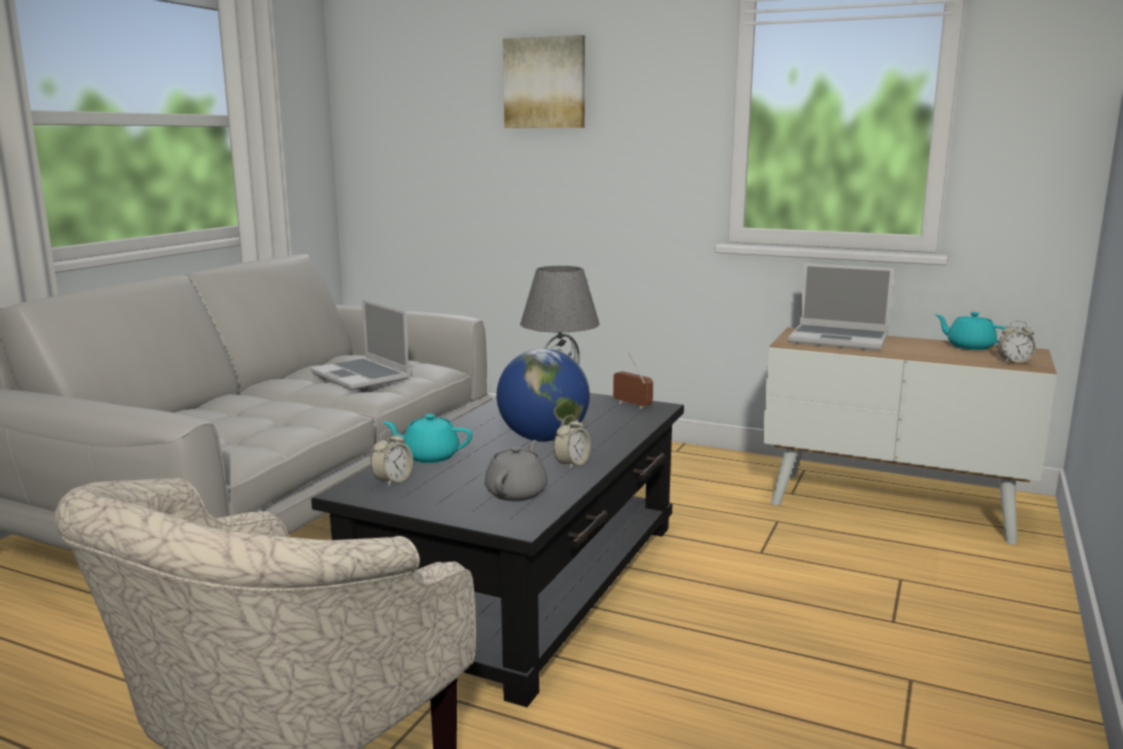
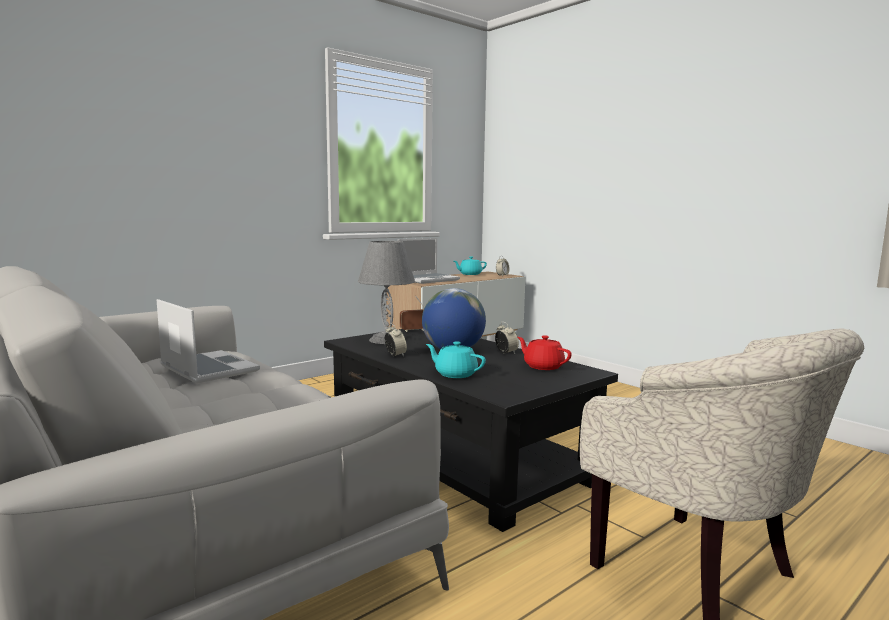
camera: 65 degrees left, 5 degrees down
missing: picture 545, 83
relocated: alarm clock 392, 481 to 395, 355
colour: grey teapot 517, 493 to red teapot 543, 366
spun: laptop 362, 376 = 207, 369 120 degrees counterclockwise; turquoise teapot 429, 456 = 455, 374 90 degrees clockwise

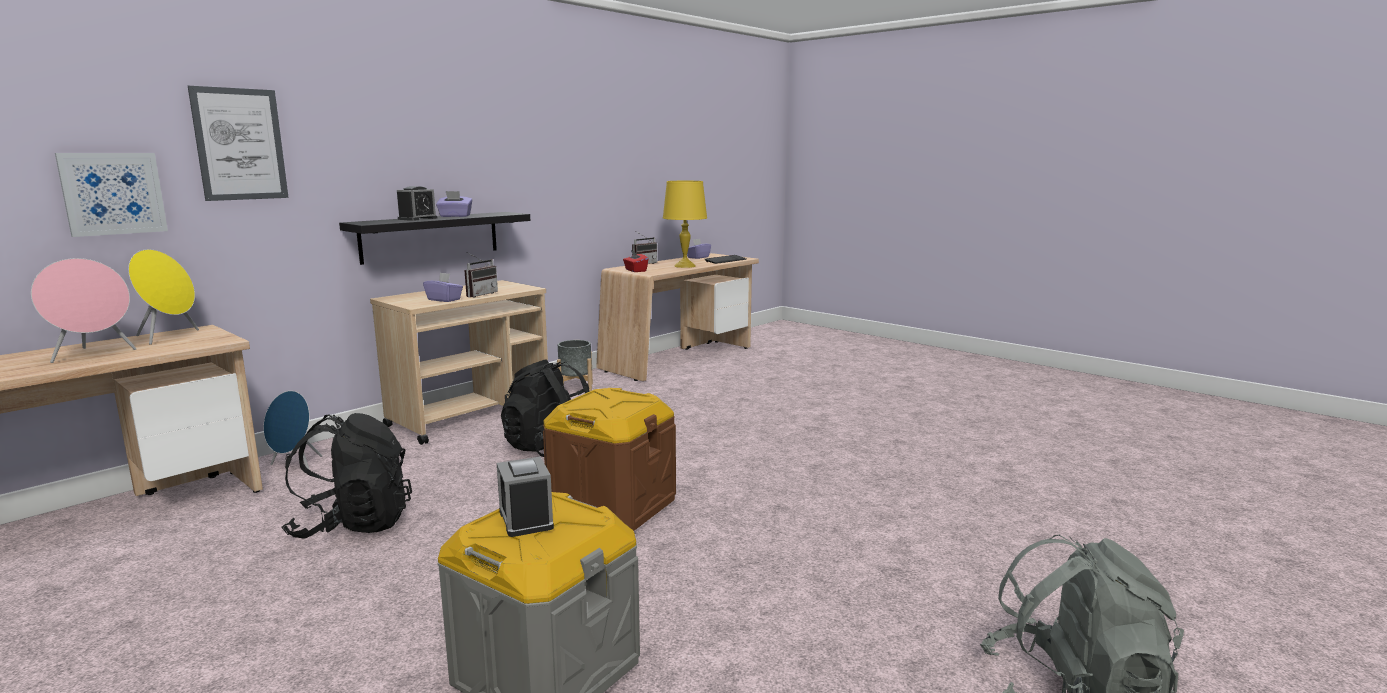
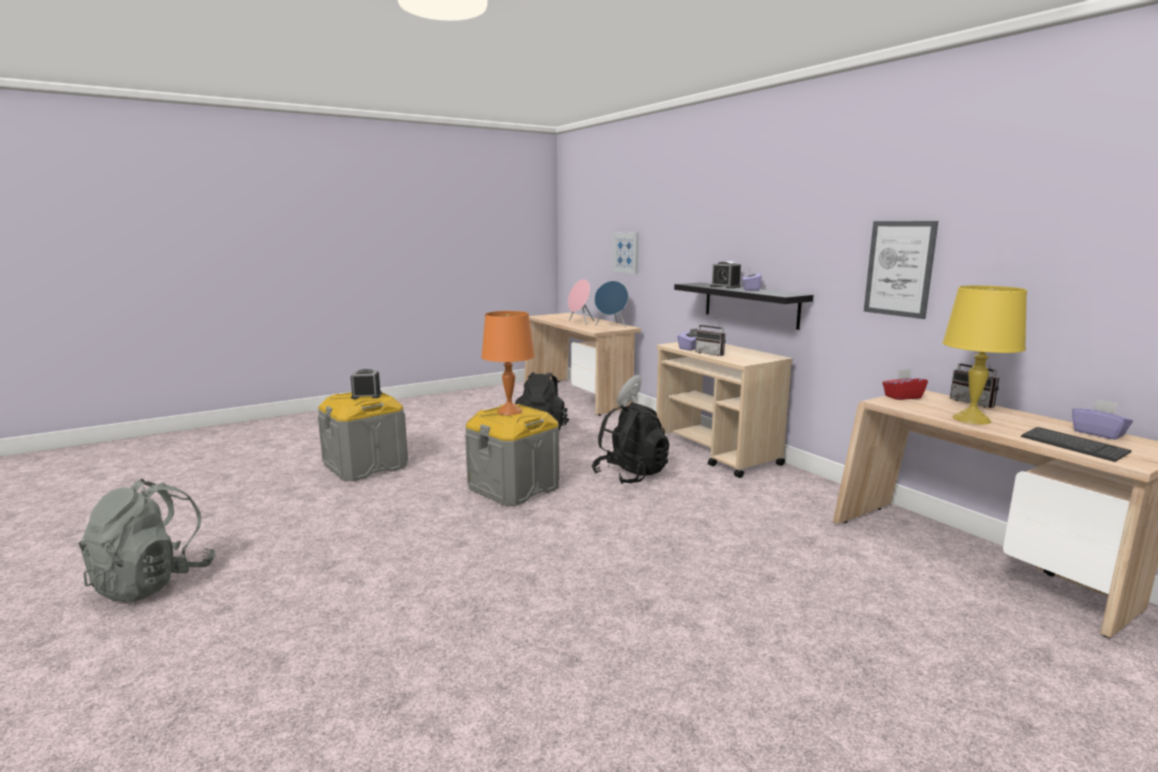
camera: 105 degrees right, 0 degrees up
missing: grey planter 575, 388
appeared: orange table lamp 510, 411
relocated: picture 240, 144 to 899, 268
colour: yellow speaker 169, 337 to blue speaker 611, 325; brown storage box 611, 506 to grey storage box 514, 488

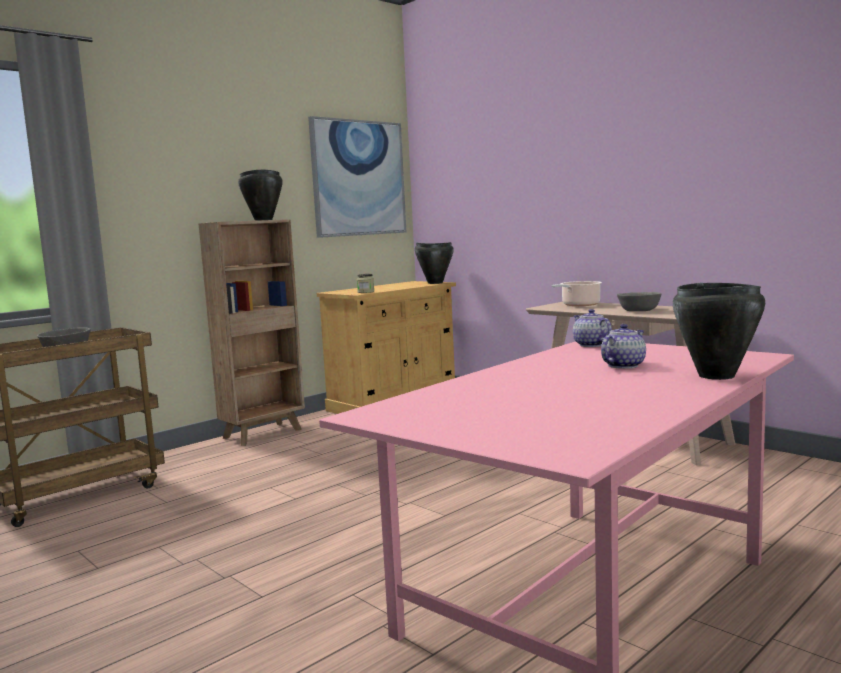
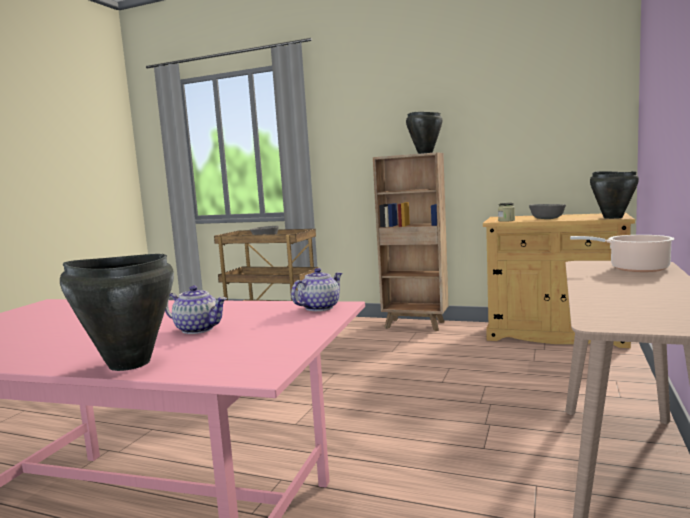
camera: 65 degrees right, 0 degrees up
missing: picture 358, 178
relocated: grey bowl 638, 310 to 547, 218

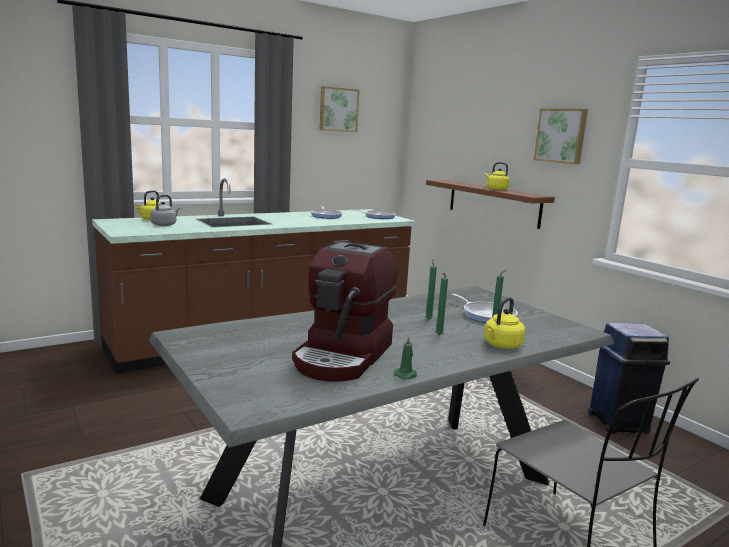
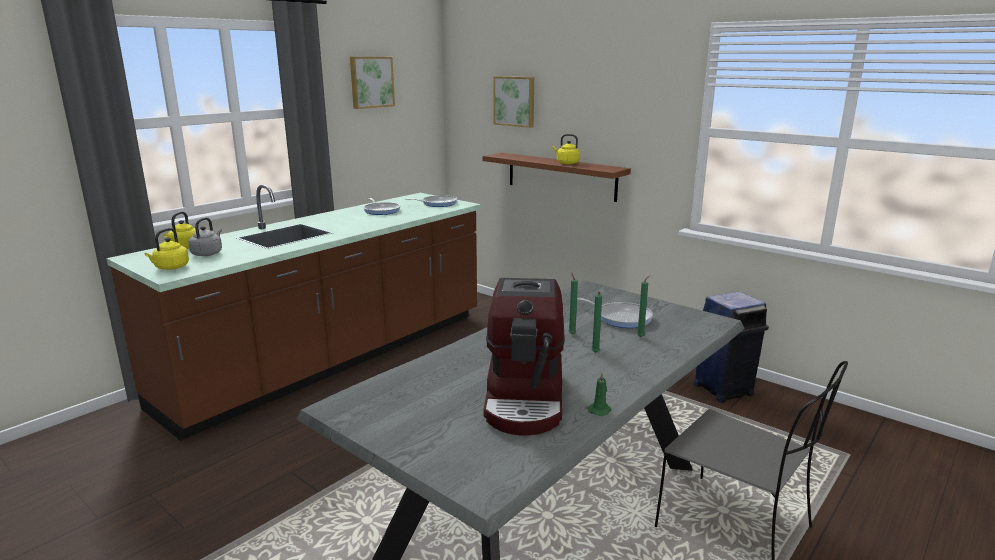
camera: 15 degrees left, 5 degrees up
relocated: yellow kettle 501, 345 to 170, 268; picture 561, 135 to 515, 101

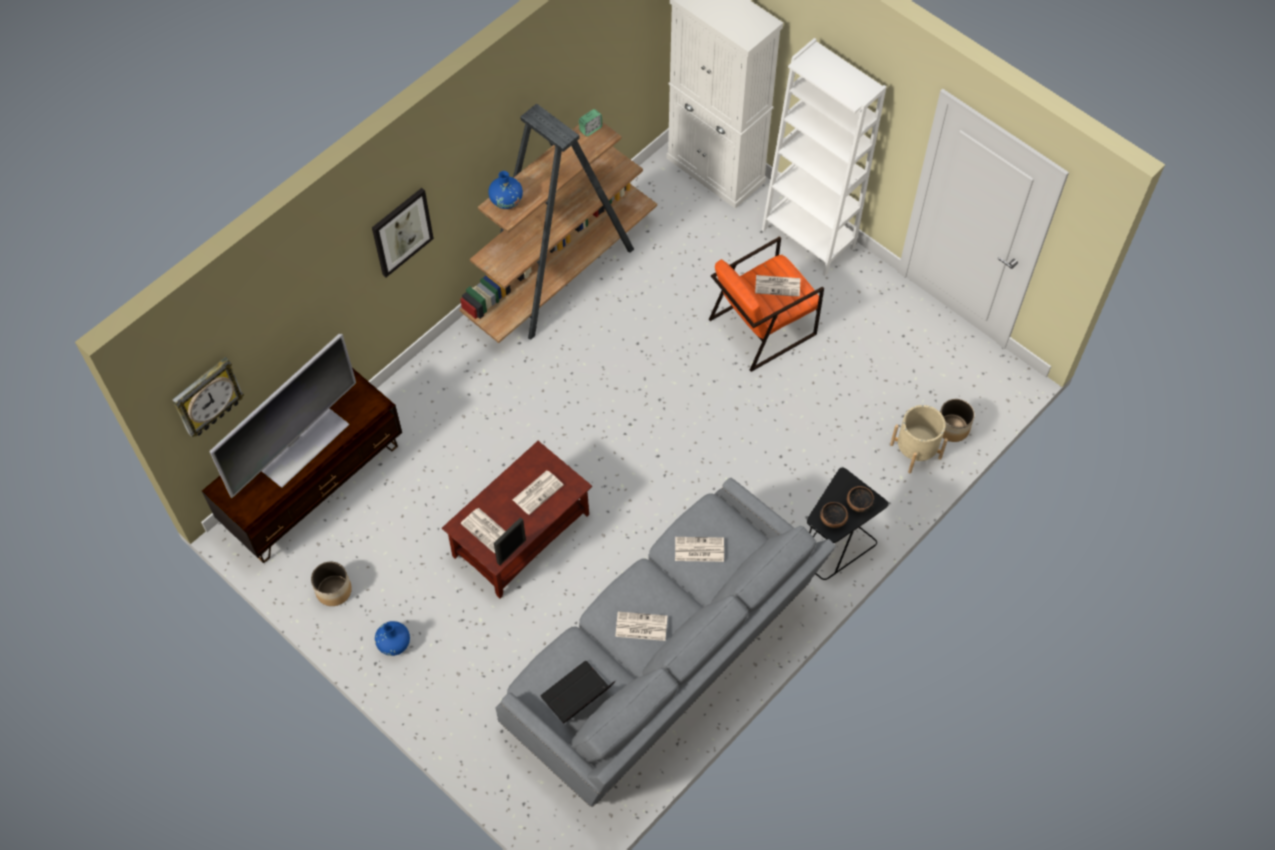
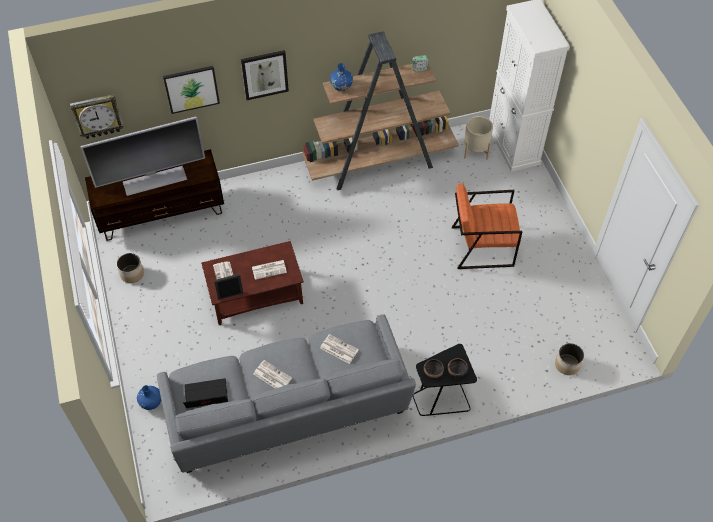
camera: 30 degrees right, 5 degrees down
missing: newspaper 778, 285; white bookcase 808, 238
appeared: picture 191, 89
relocated: blue vase 394, 644 to 151, 402; beige planter 915, 451 to 476, 150

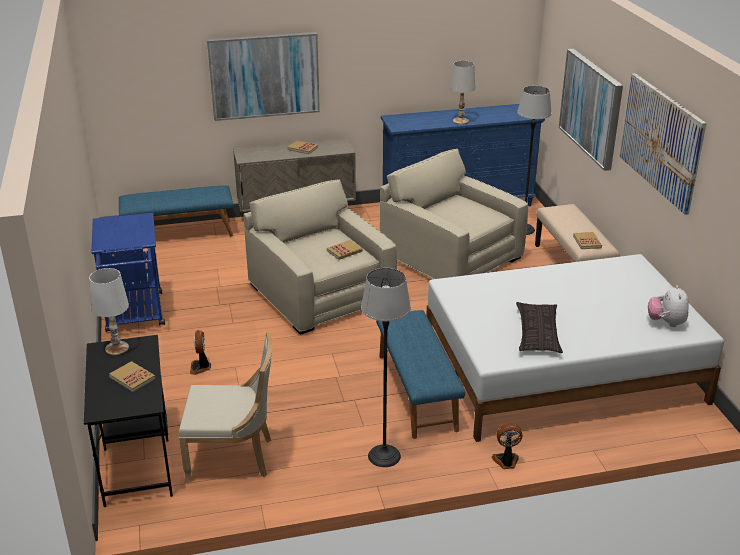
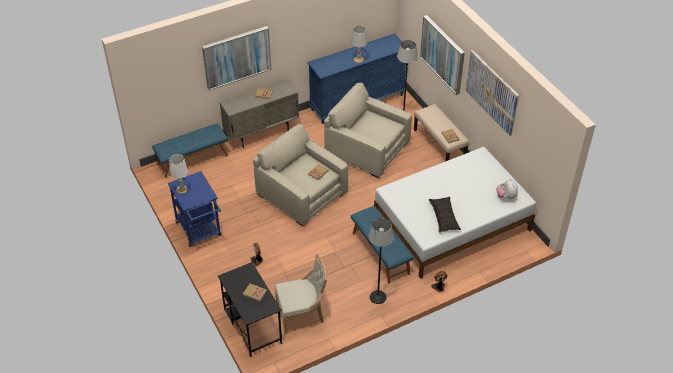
camera: 15 degrees left, 15 degrees up
relocated: white table lamp 117, 348 to 182, 189

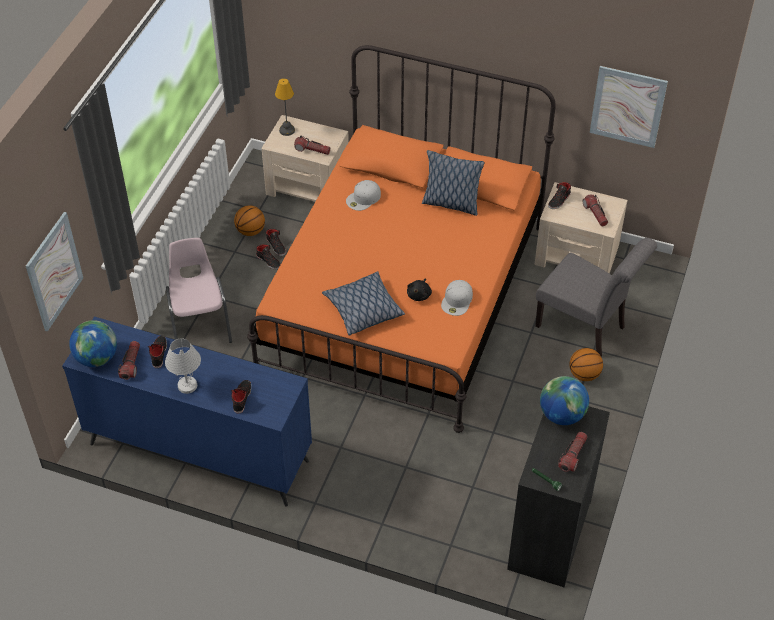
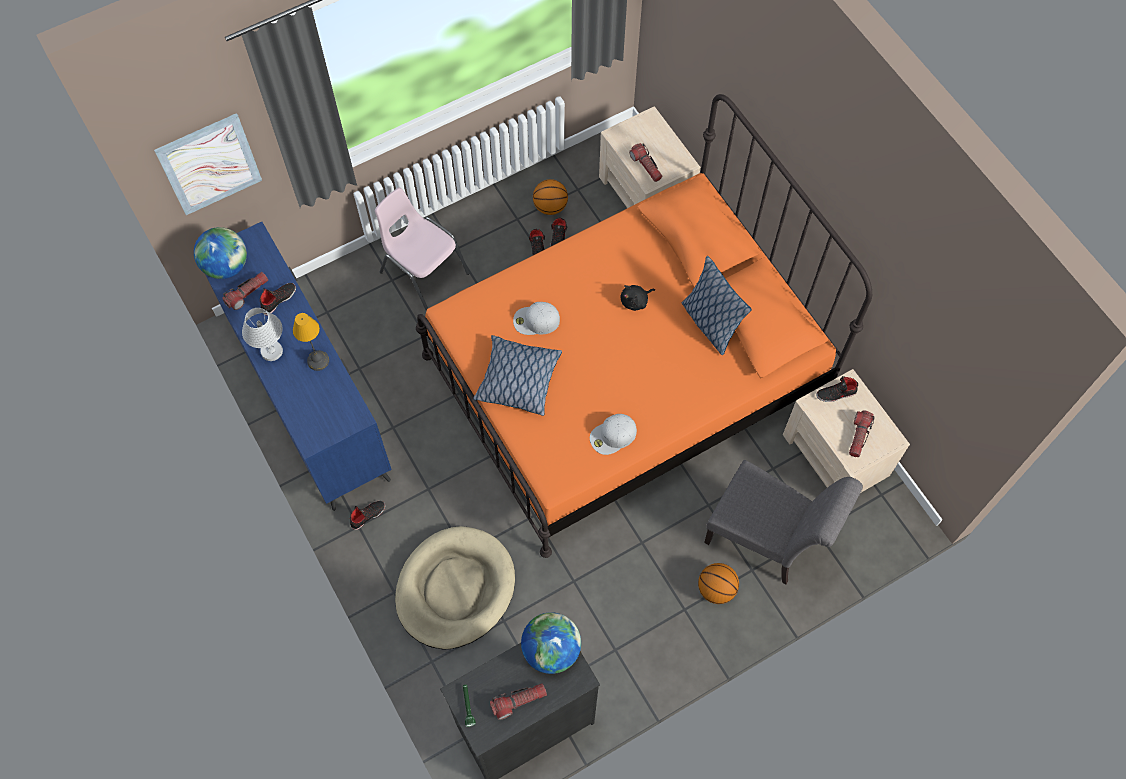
camera: 40 degrees right, 15 degrees up
missing: picture 627, 106
appeared: beige dog bed 455, 589
relocated: black shoe 241, 398 to 367, 515; table lamp 286, 130 to 318, 360; white cap 363, 198 to 536, 321; black plush toy 419, 295 to 635, 301
spun: pink chair 200, 323 = 423, 272 75 degrees counterclockwise; grey chair 585, 328 = 765, 541 45 degrees counterclockwise

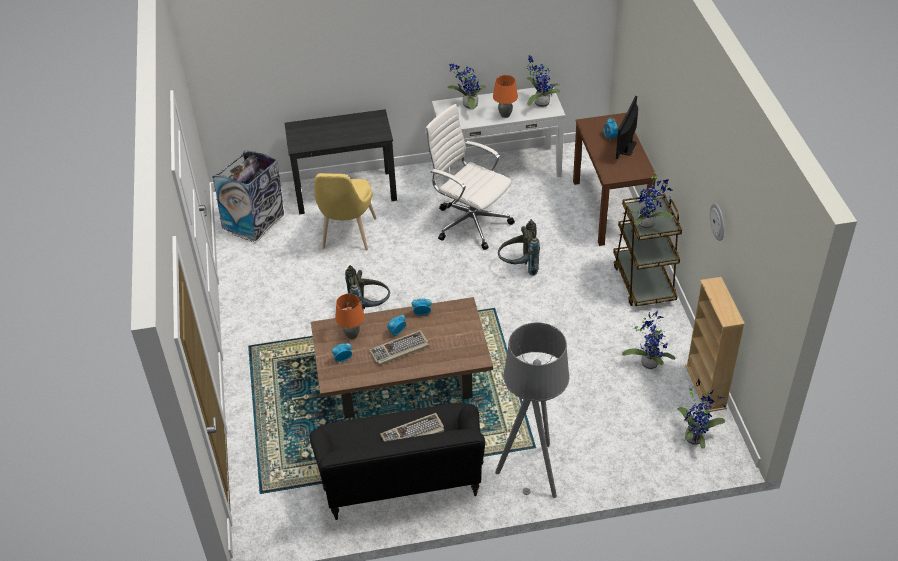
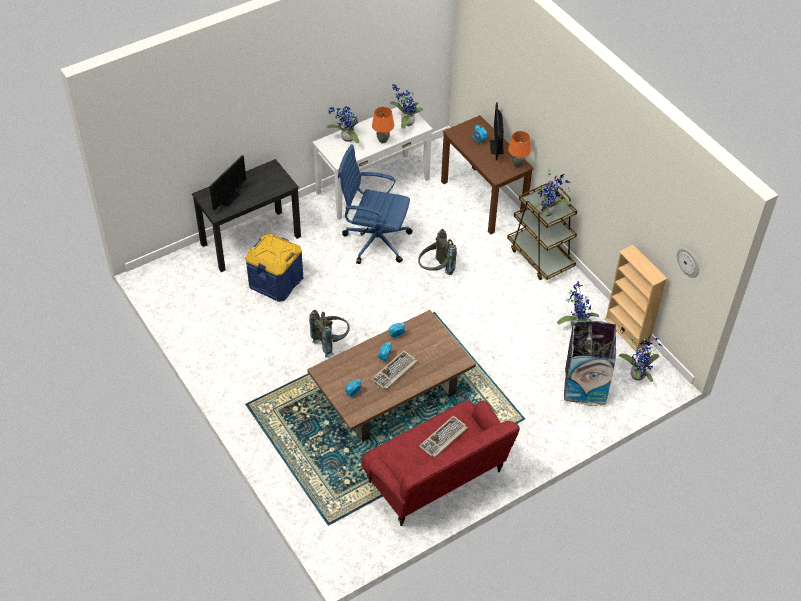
camera: 25 degrees left, 5 degrees up
missing: grey floor lamp 533, 471
appeared: monitor 228, 198
relocated: trash can 254, 221 to 585, 384; orange table lamp 352, 335 to 517, 165; wall clock 718, 221 to 688, 262
exchanged: yellow chair 347, 236 to blue storage box 276, 281
colour: black sofa 401, 482 to red sofa 436, 479; white office chair 470, 222 to blue office chair 374, 240

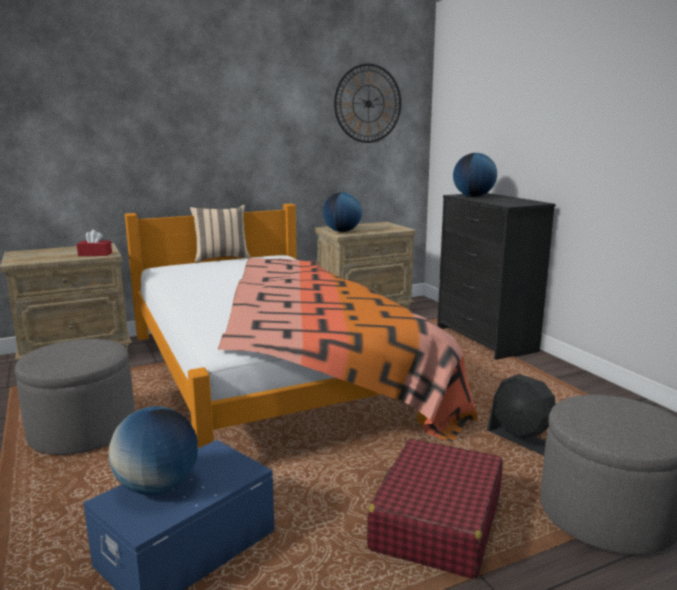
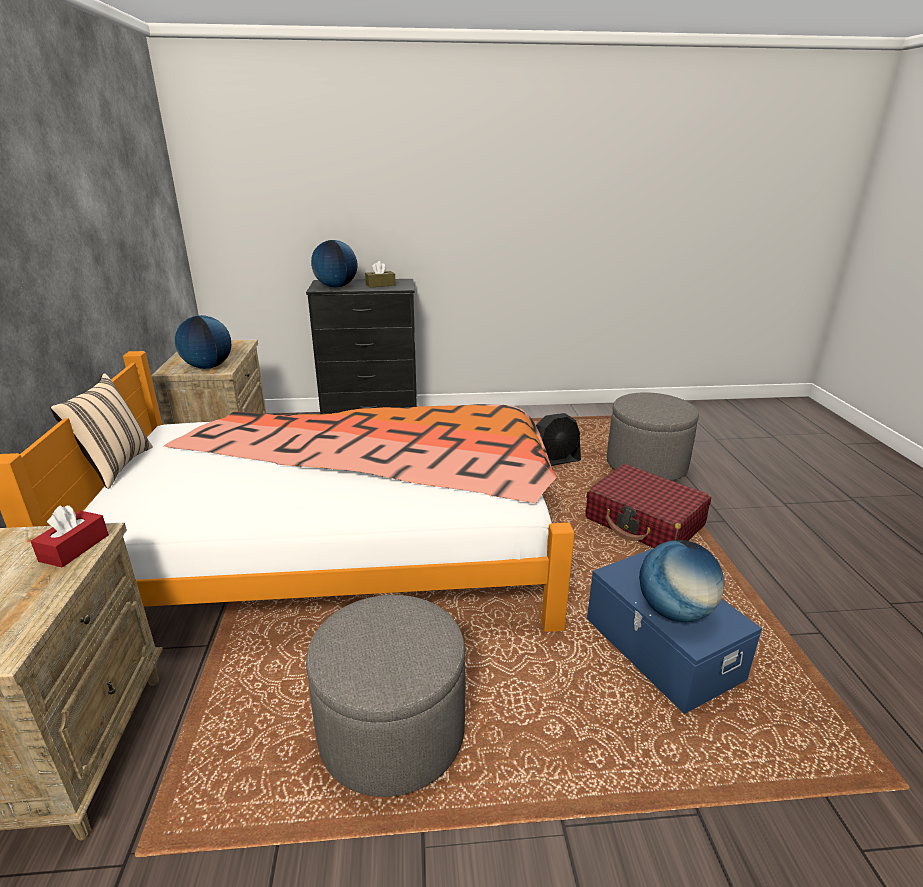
camera: 70 degrees left, 10 degrees up
missing: wall clock 368, 103
appeared: brown tissue box 380, 285

